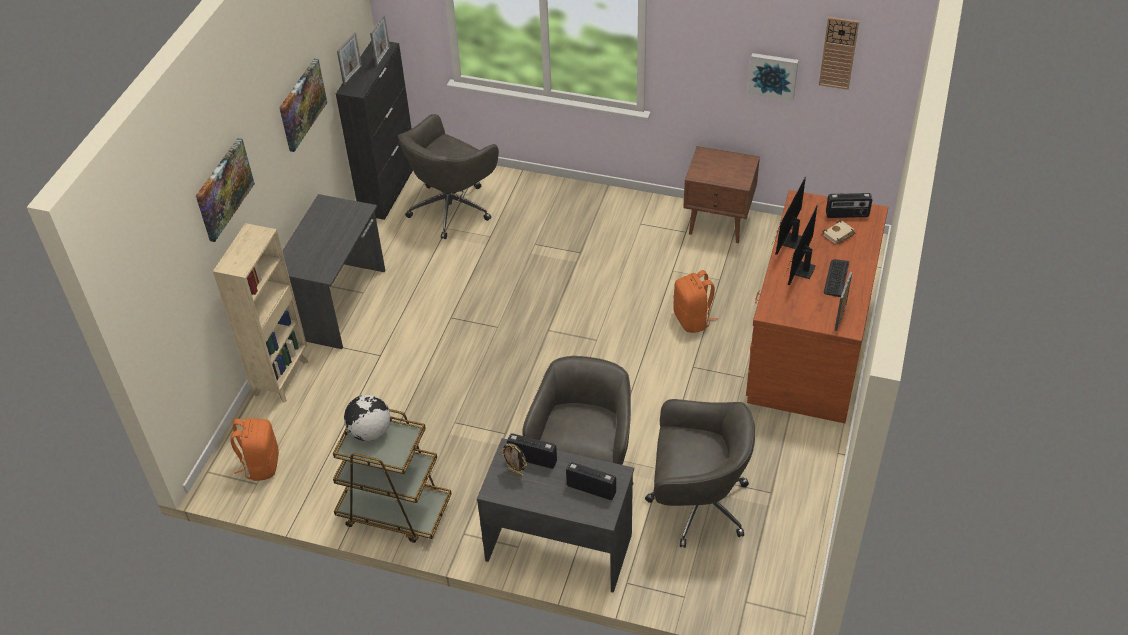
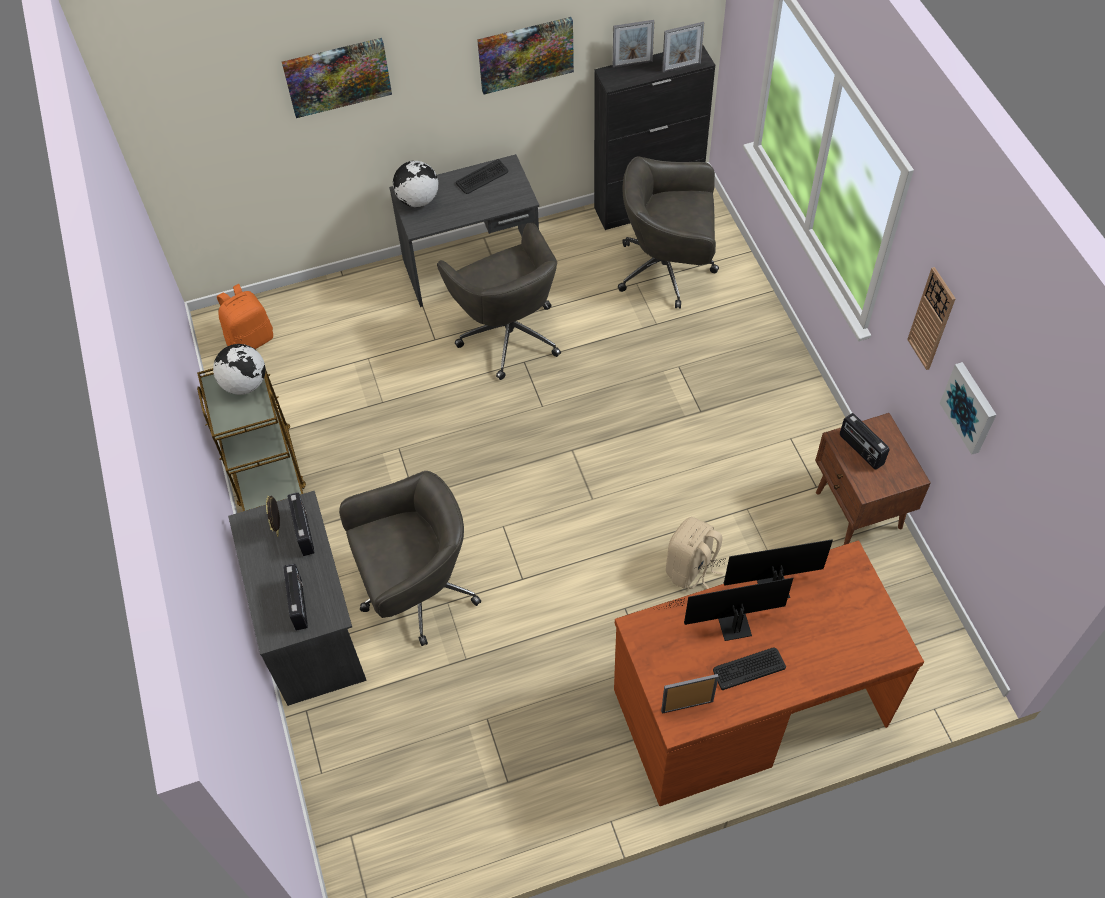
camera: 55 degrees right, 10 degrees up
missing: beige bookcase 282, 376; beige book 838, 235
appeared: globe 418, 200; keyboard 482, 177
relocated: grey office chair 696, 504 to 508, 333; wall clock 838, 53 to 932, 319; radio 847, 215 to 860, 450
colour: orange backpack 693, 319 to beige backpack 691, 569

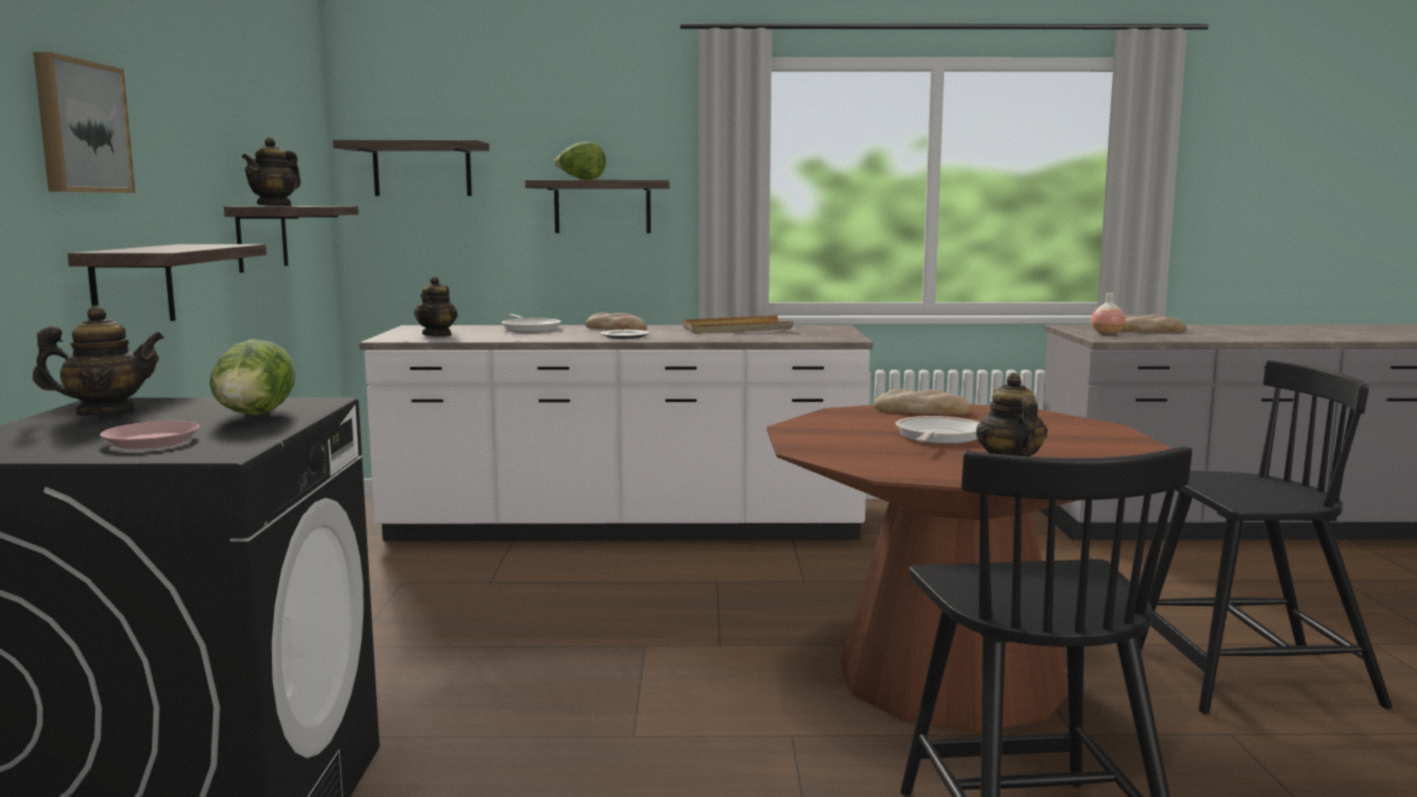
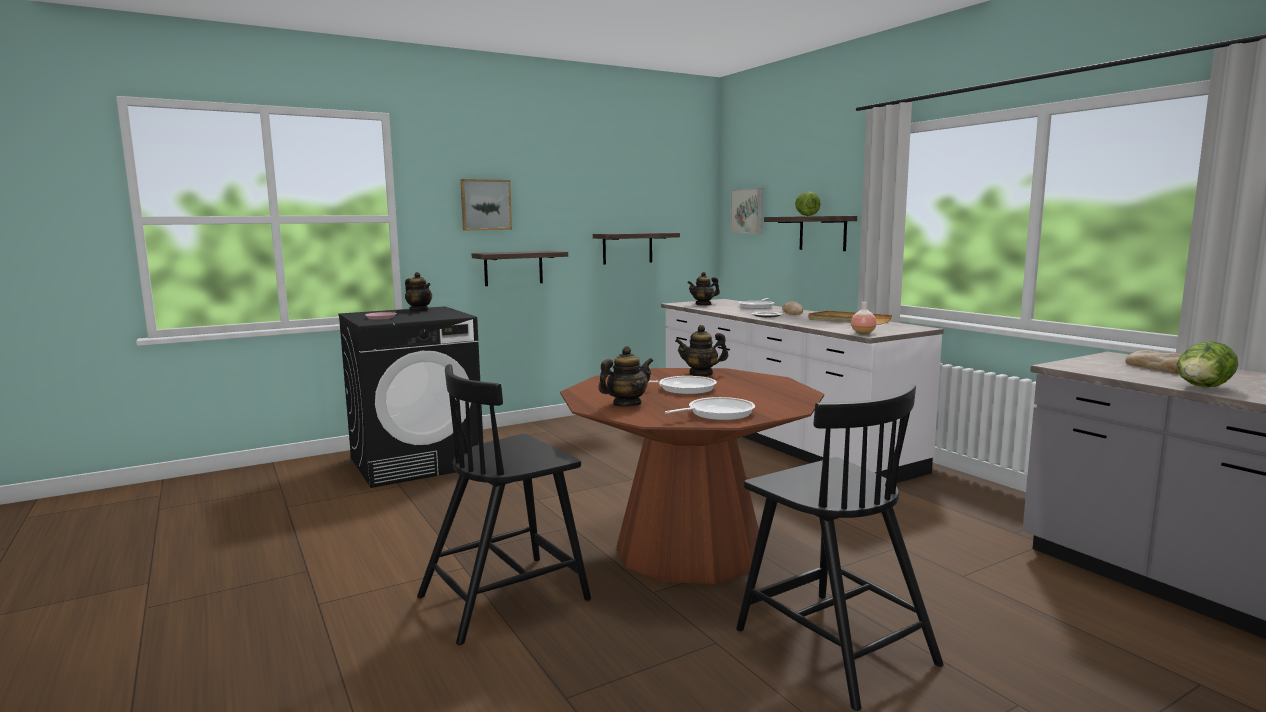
camera: 60 degrees right, 0 degrees up
missing: bread 921, 410
appeared: frying pan 717, 413
relocated: lettuce 254, 416 to 1202, 388; teapot 275, 205 to 701, 374; vase 1107, 334 to 863, 333
exchanged: shelf 422, 169 to picture 748, 211

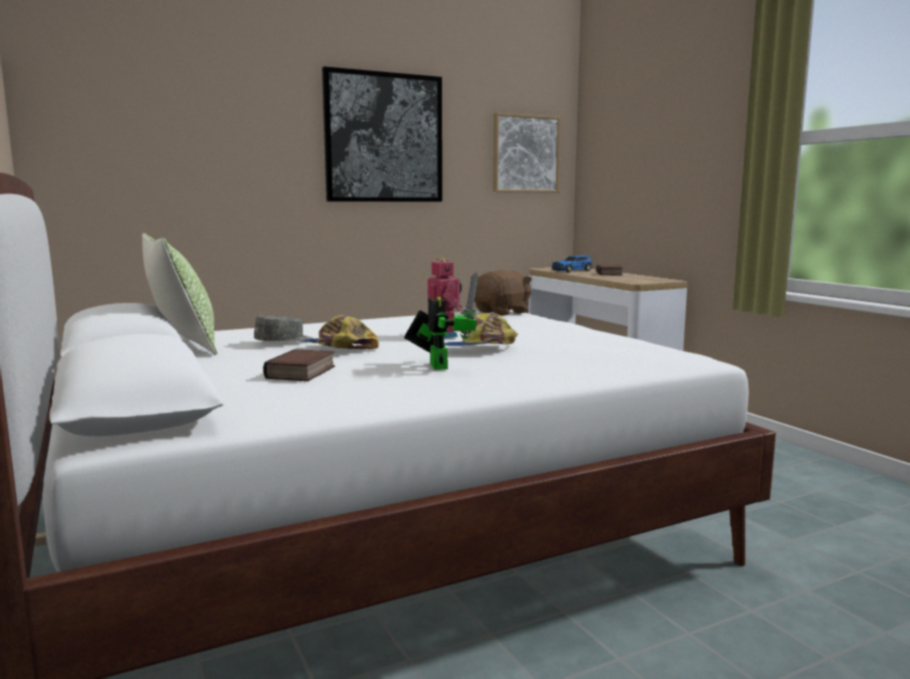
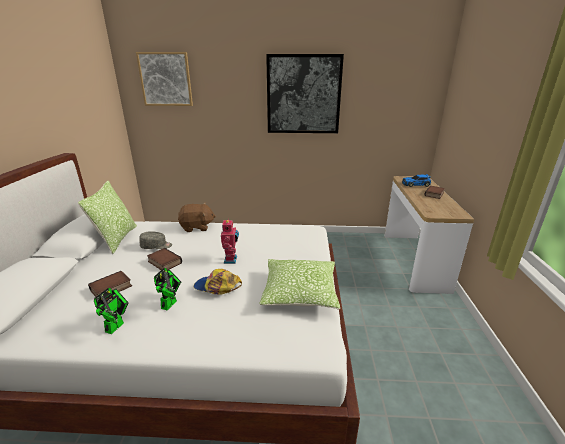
camera: 30 degrees right, 15 degrees up
appeared: toy robot 117, 325; pillow 300, 292
relocated: brown plush toy 503, 312 to 197, 227; picture 525, 154 to 165, 79
exchanged: cap 338, 348 to book 163, 262

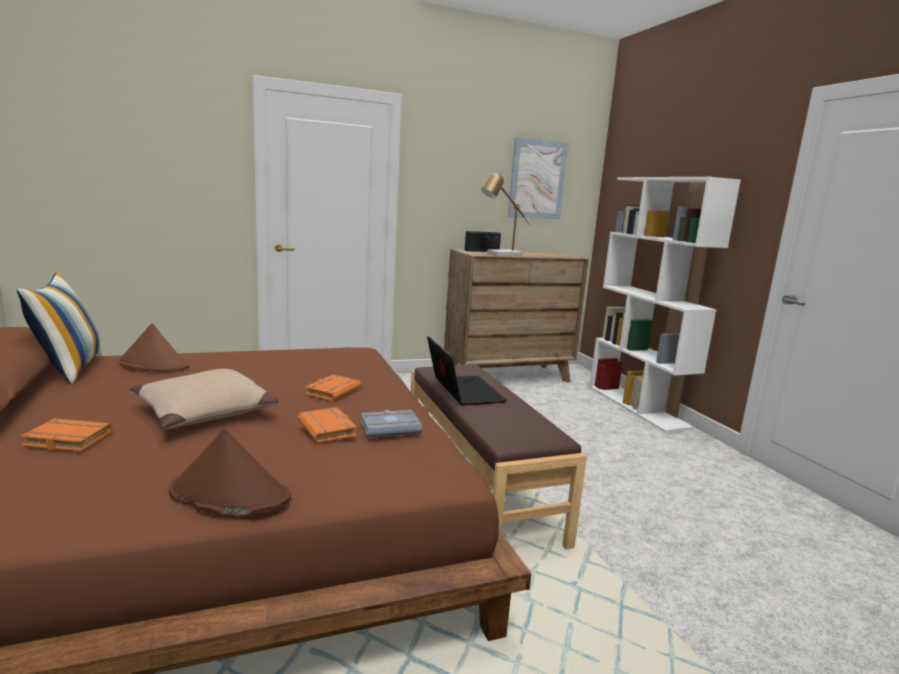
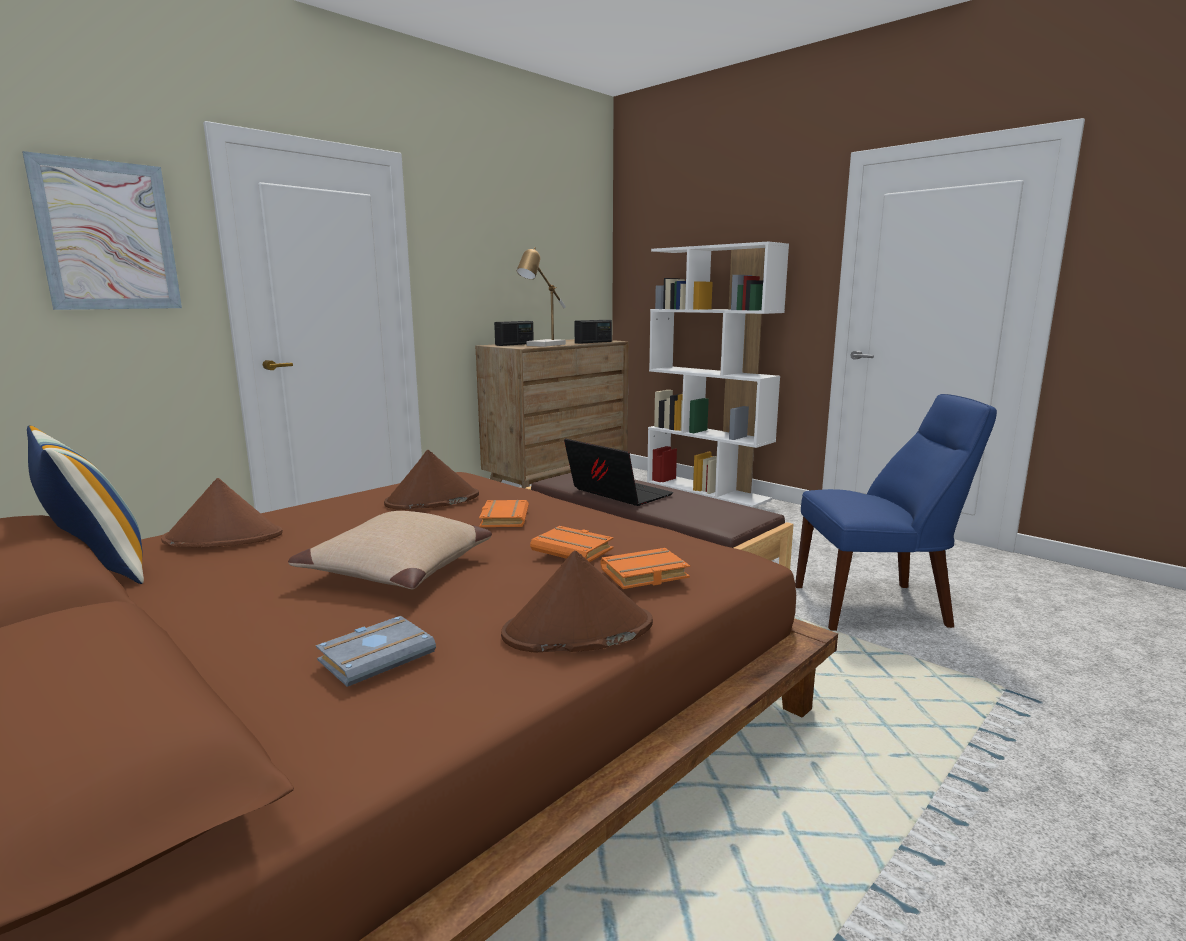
camera: 25 degrees left, 0 degrees up
appeared: brown hat 432, 500; radio 593, 342; blue chair 877, 606
relocated: orange book 65, 440 to 644, 575; grey book 391, 427 to 377, 655; picture 537, 179 to 108, 236

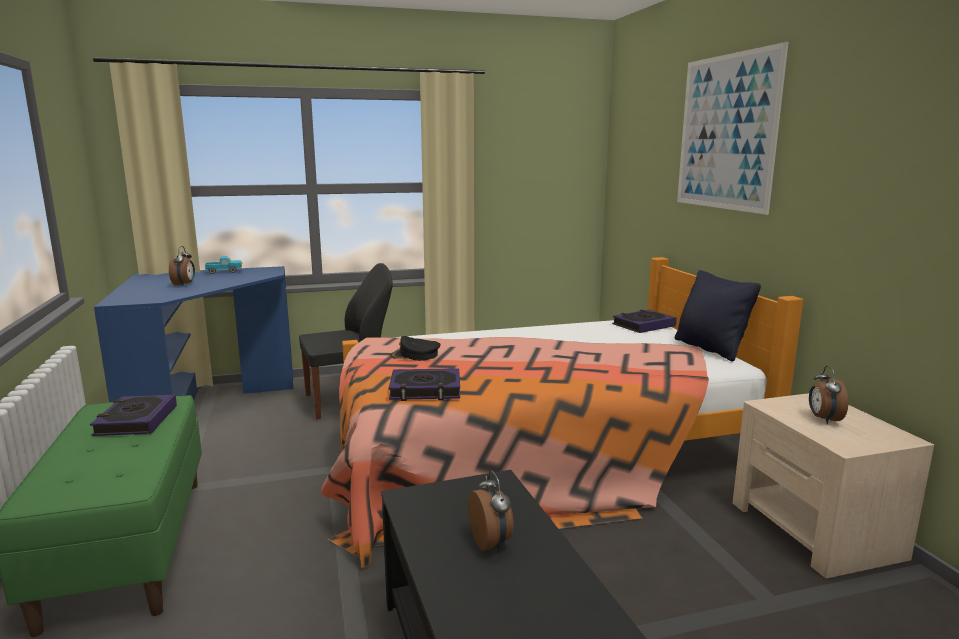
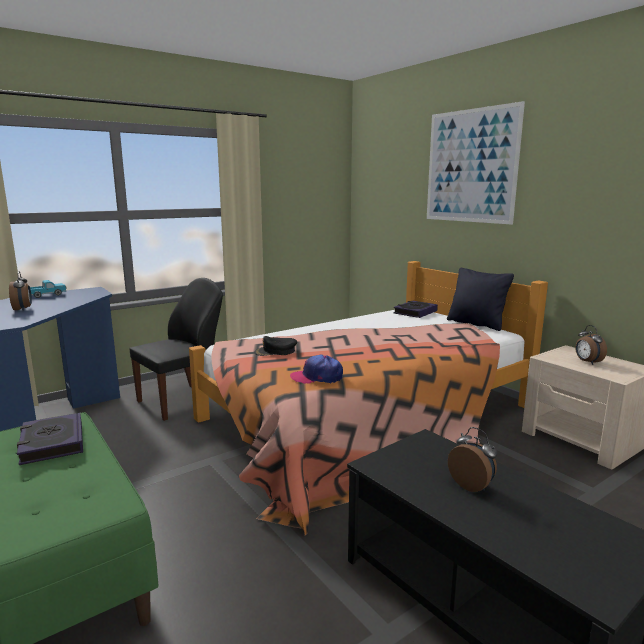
camera: 20 degrees left, 0 degrees up
exchanged: book 425, 390 to cap 317, 377

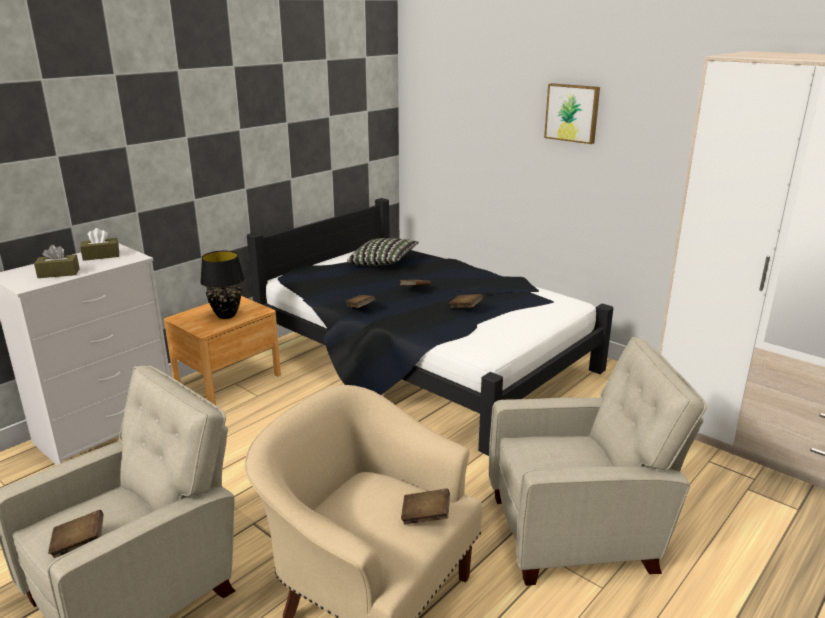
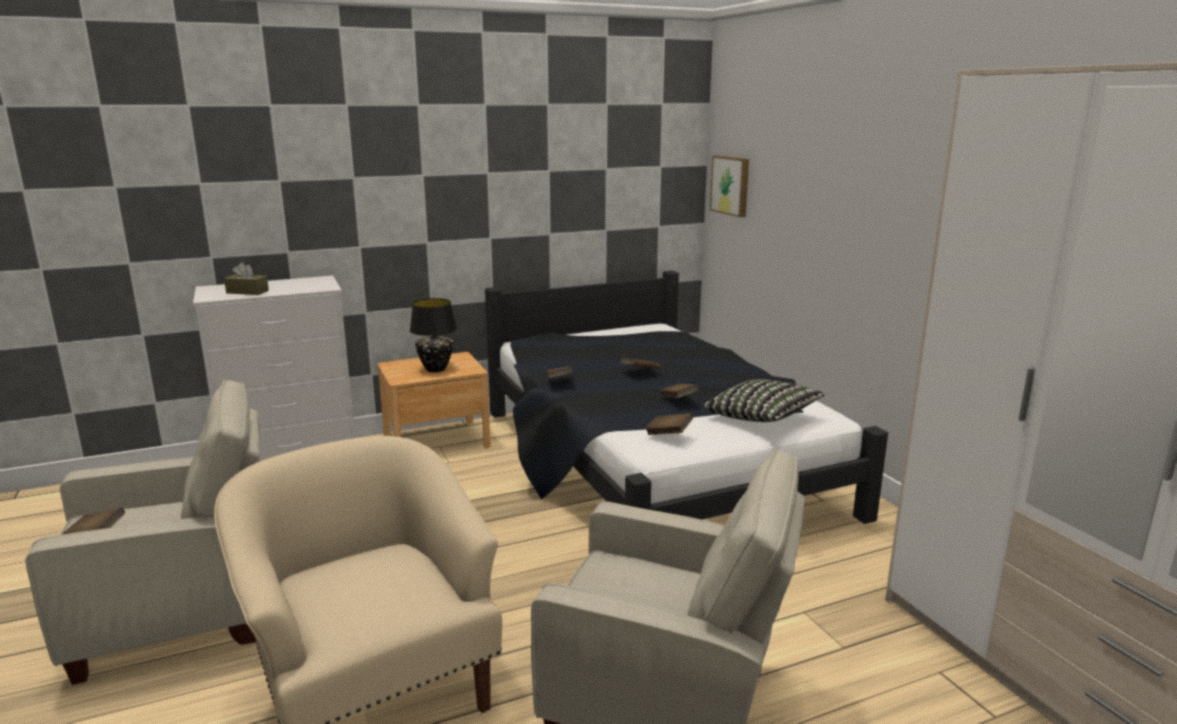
camera: 25 degrees right, 5 degrees down
missing: brown tissue box 101, 256
relocated: pillow 383, 263 to 762, 418; brown book 425, 516 to 668, 434; picture 572, 113 to 731, 185

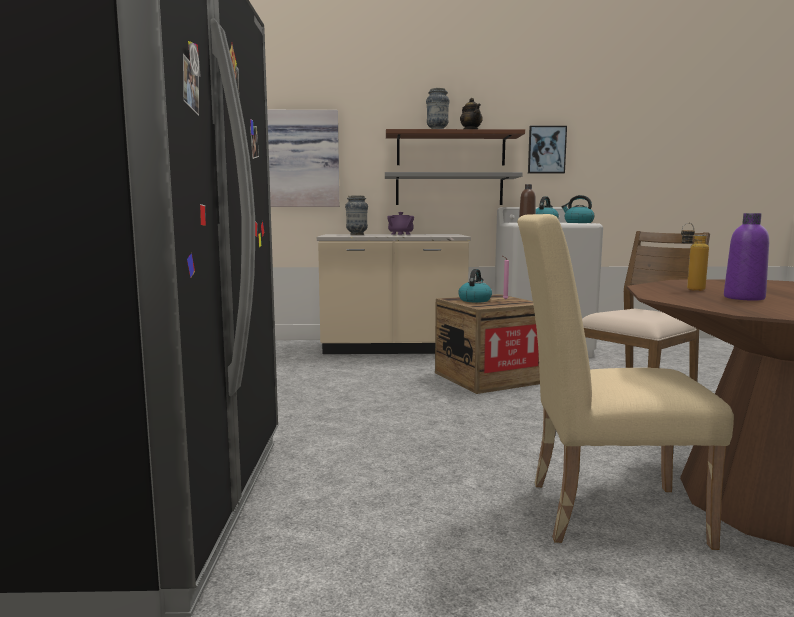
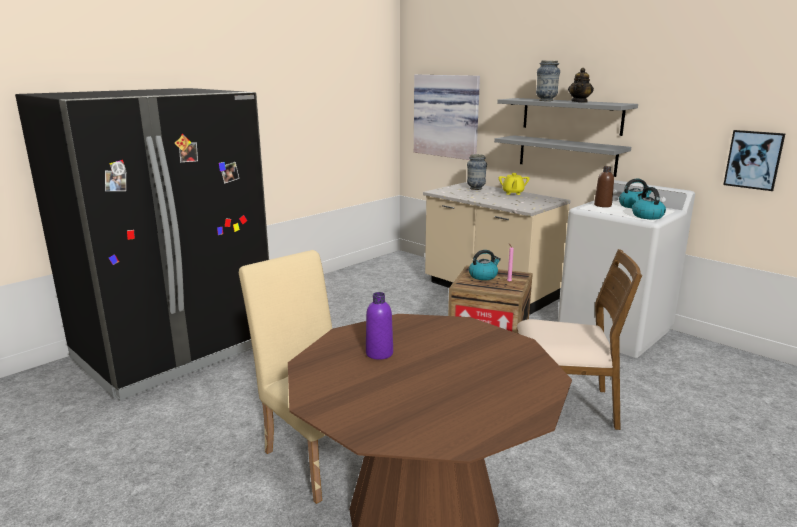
camera: 45 degrees right, 10 degrees up
missing: bottle 690, 290
relocated: picture 546, 149 to 753, 159
colour: brown shelf 451, 150 to grey shelf 571, 116; purple teapot 400, 234 to yellow teapot 512, 193

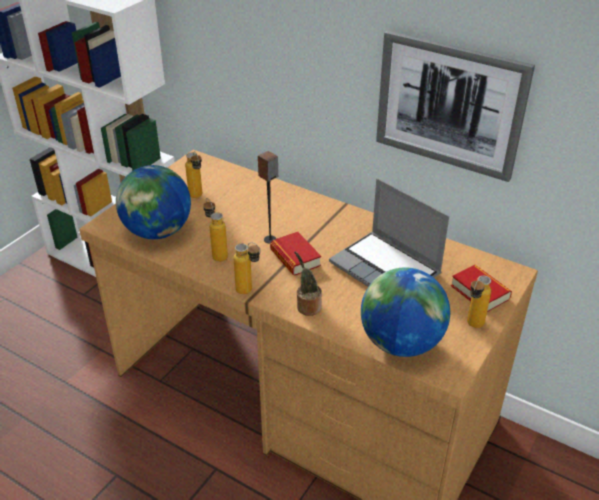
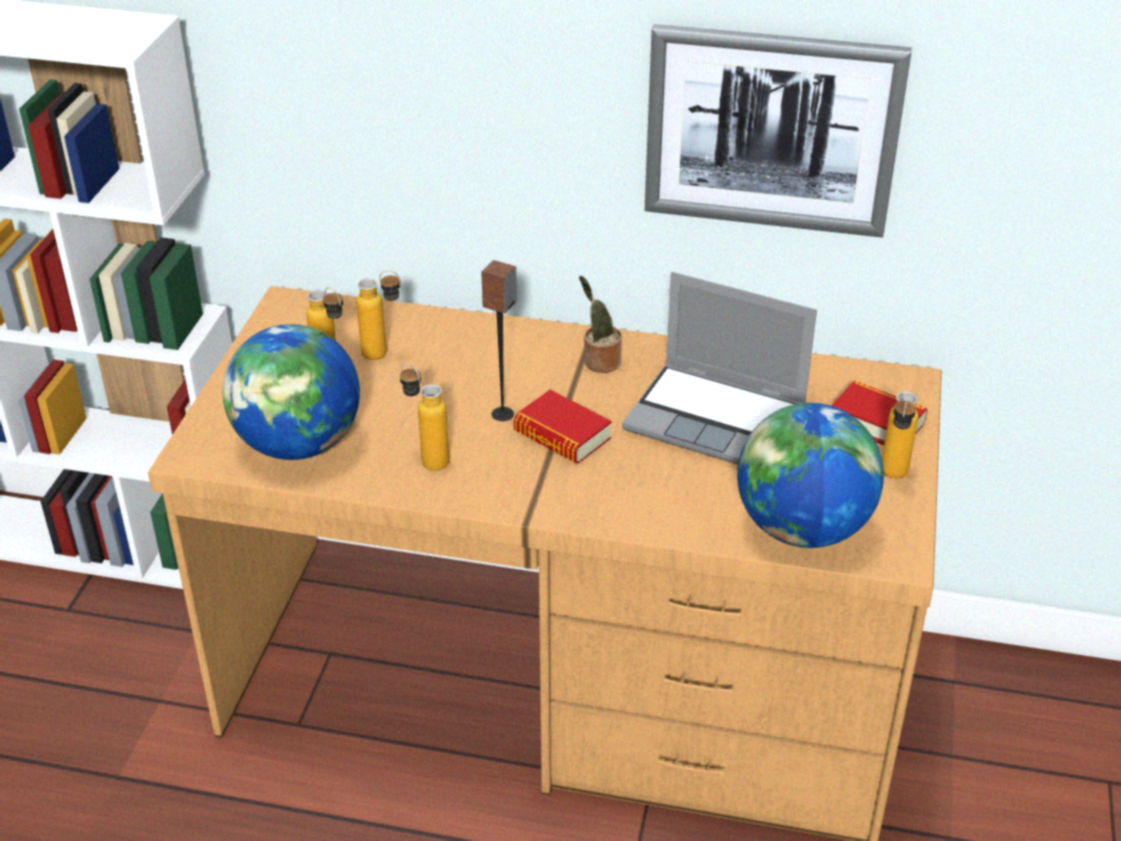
camera: 20 degrees left, 0 degrees up
relocated: bottle 249, 292 to 384, 355; potted plant 307, 306 to 599, 362

